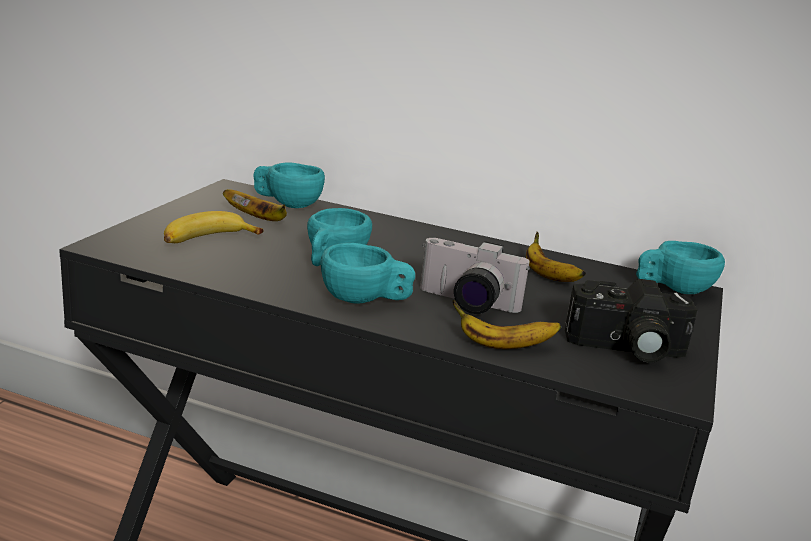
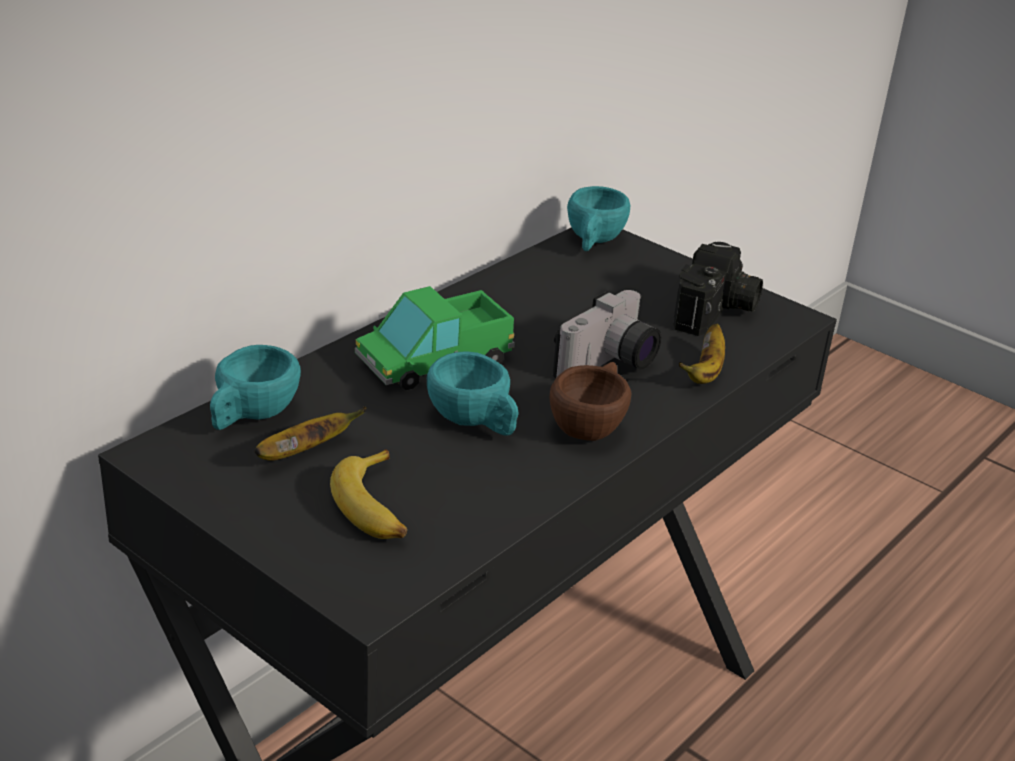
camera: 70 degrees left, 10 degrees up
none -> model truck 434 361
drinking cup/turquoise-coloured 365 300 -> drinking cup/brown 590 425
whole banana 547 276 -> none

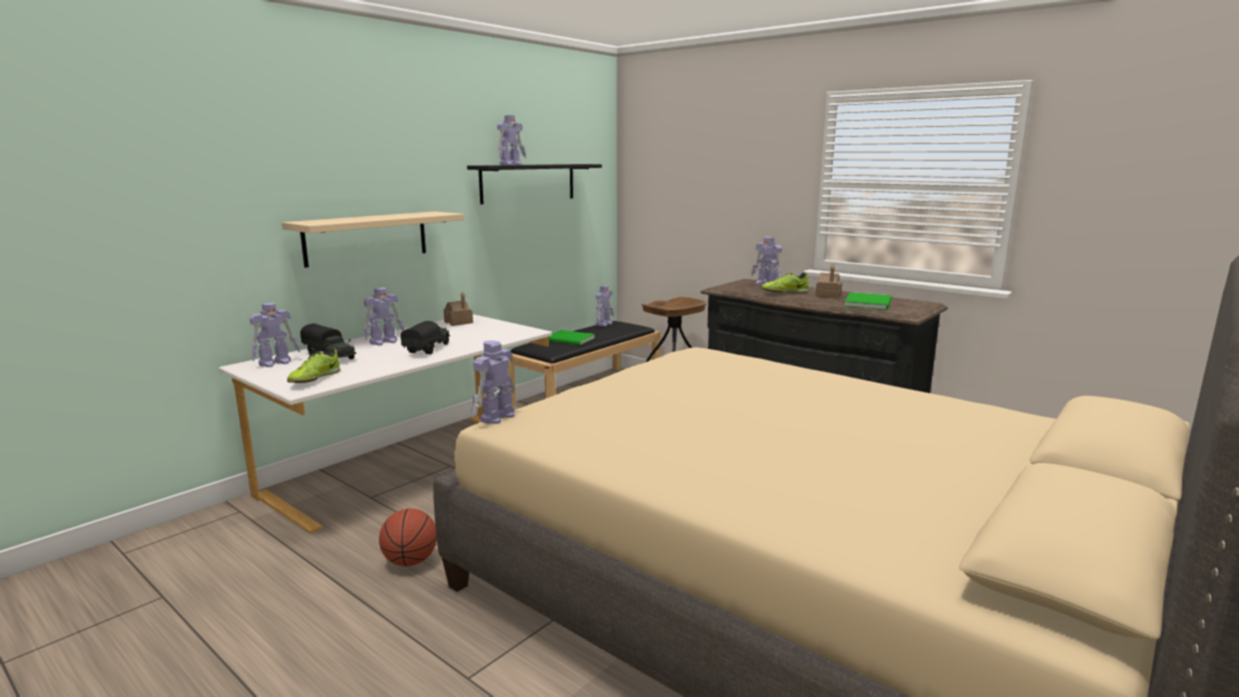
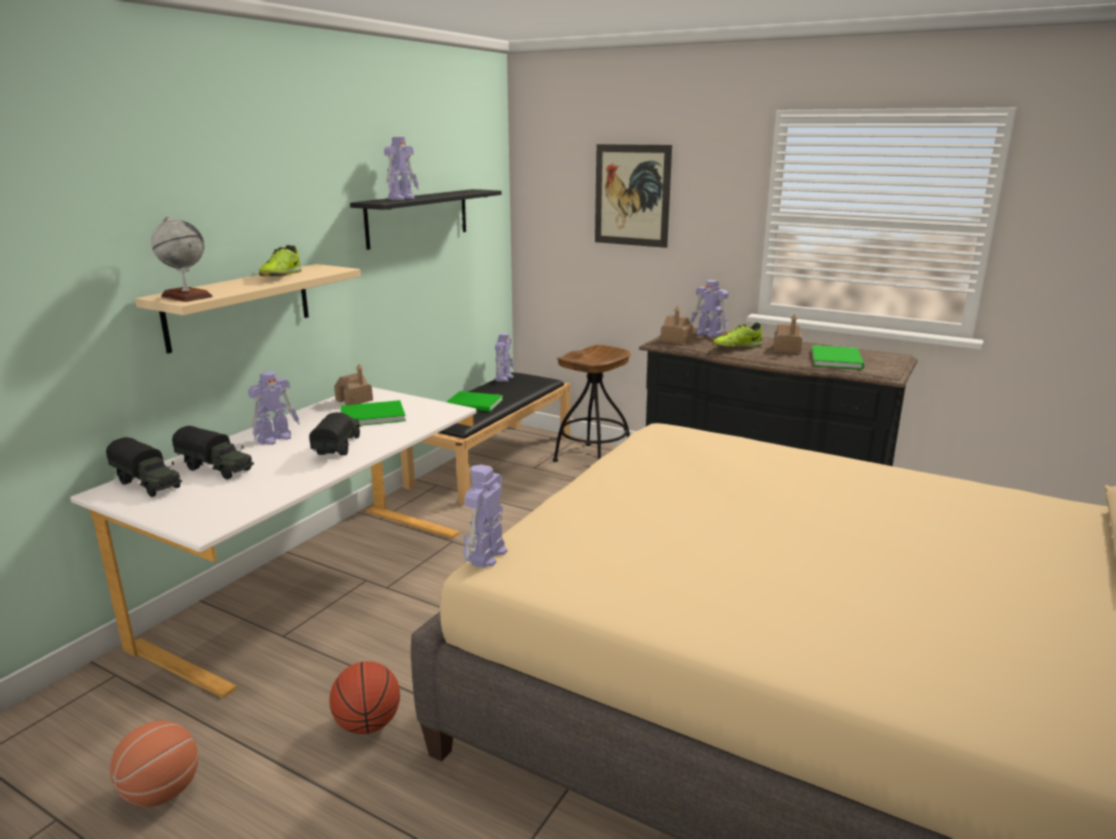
camera: 10 degrees left, 5 degrees up
model robot 276 363 -> model truck 148 484
none -> basketball ball 161 792
none -> globe 186 296
item of footwear 314 379 -> item of footwear 280 276, shifted
none -> volume/green 370 415
none -> wall art 632 195
none -> toy house 676 340

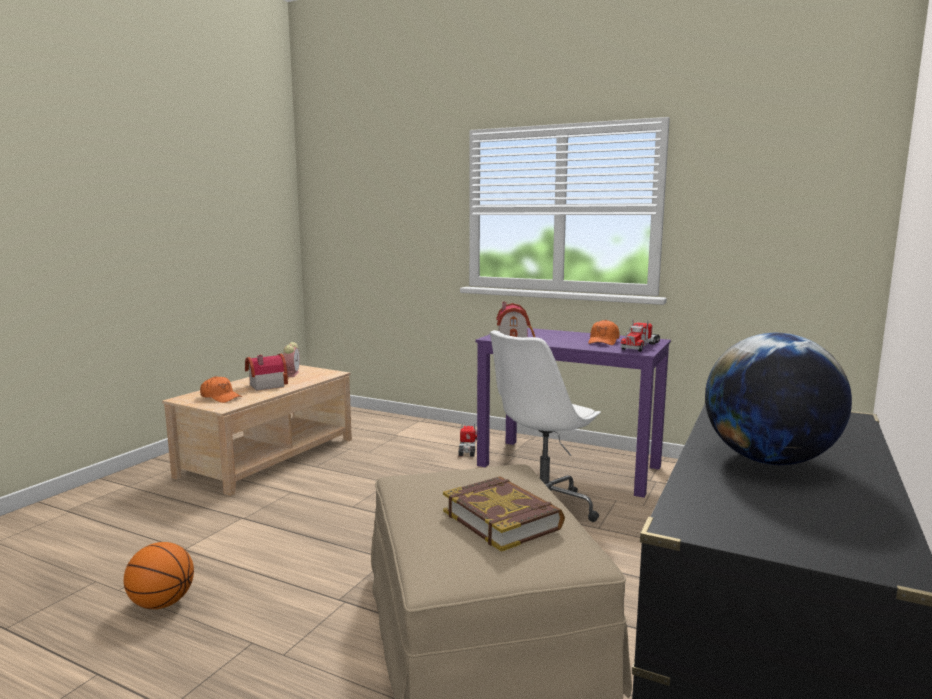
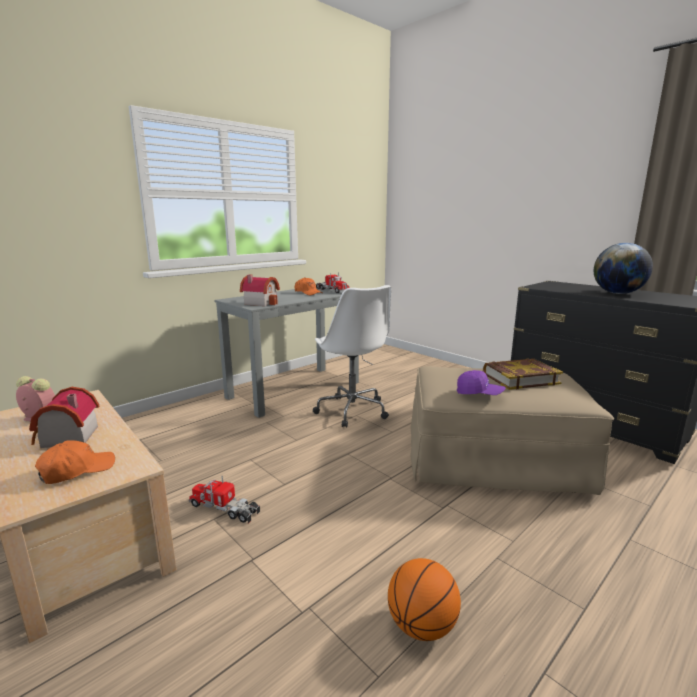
camera: 70 degrees left, 5 degrees up
model truck 468 447 -> model truck 225 508, shifted
desk table/purple-coloured 569 466 -> desk table/grey 294 389
none -> peaked cap/purple-coloured 479 393

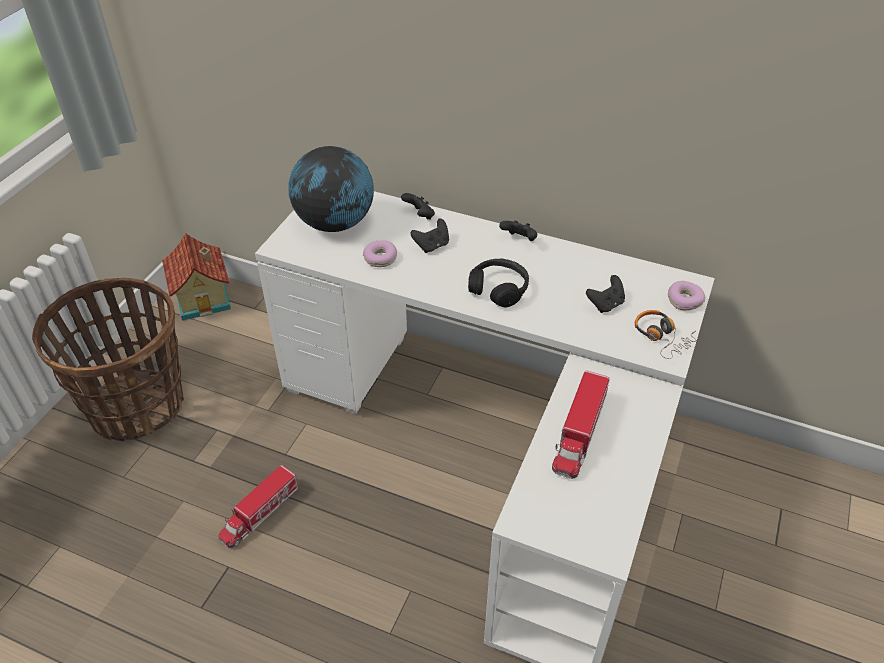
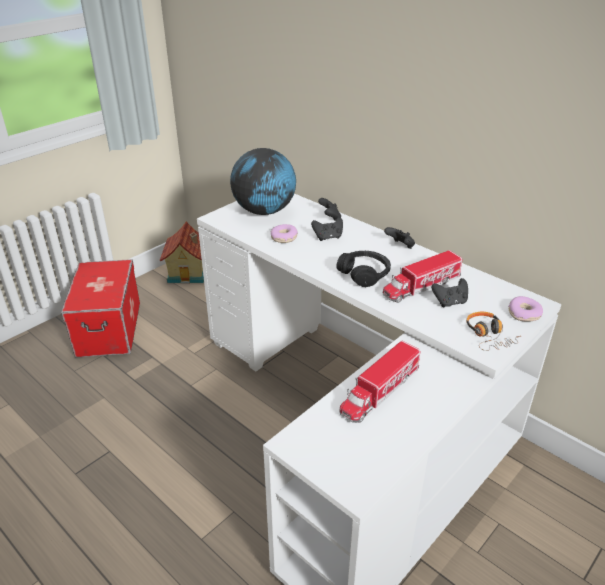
camera: 20 degrees right, 10 degrees down
storage basket 137 406 -> storage bin 108 328
model truck 260 513 -> model truck 421 286, shifted

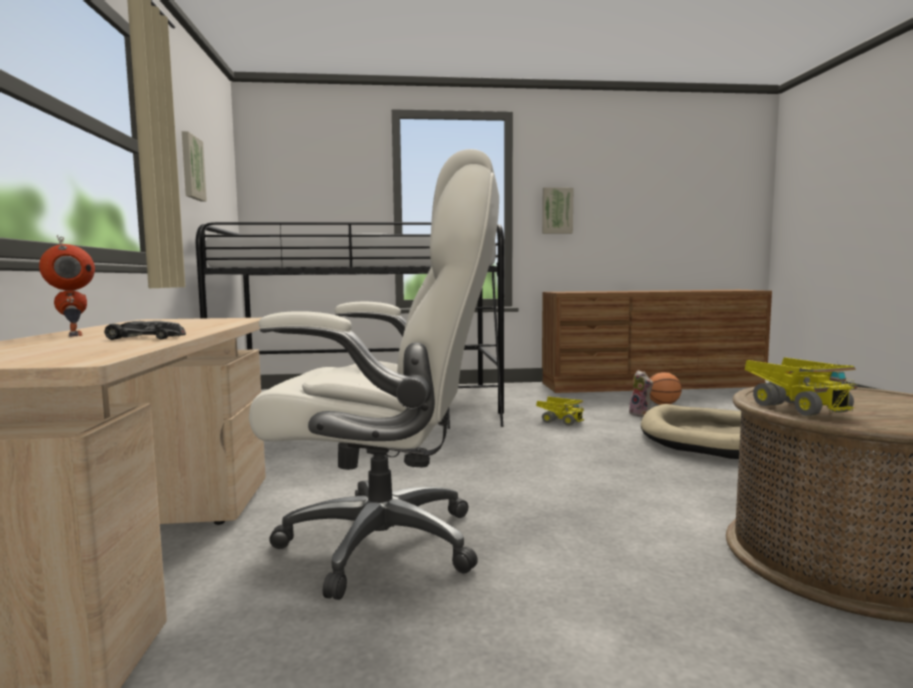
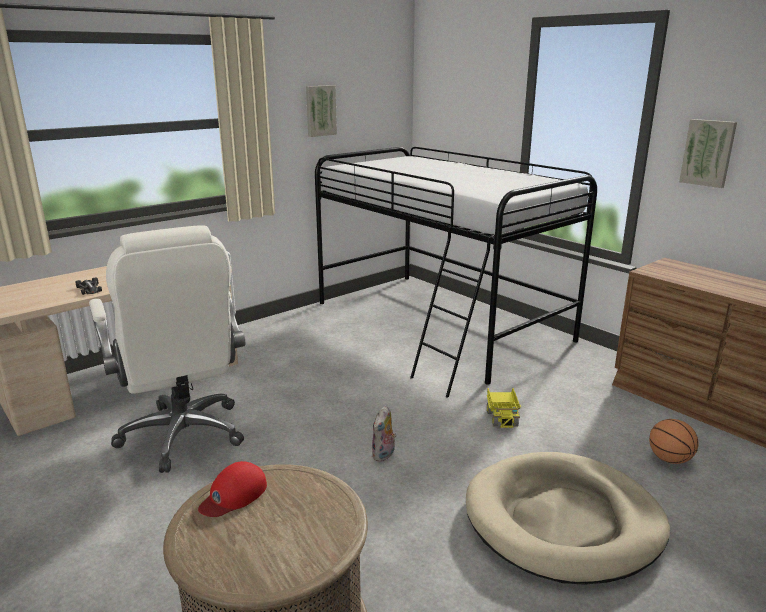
camera: 55 degrees right, 15 degrees up
model truck 797 407 -> peaked cap/red-coloured 233 495
soft toy 641 414 -> soft toy 384 455, shifted
model robot 73 335 -> none

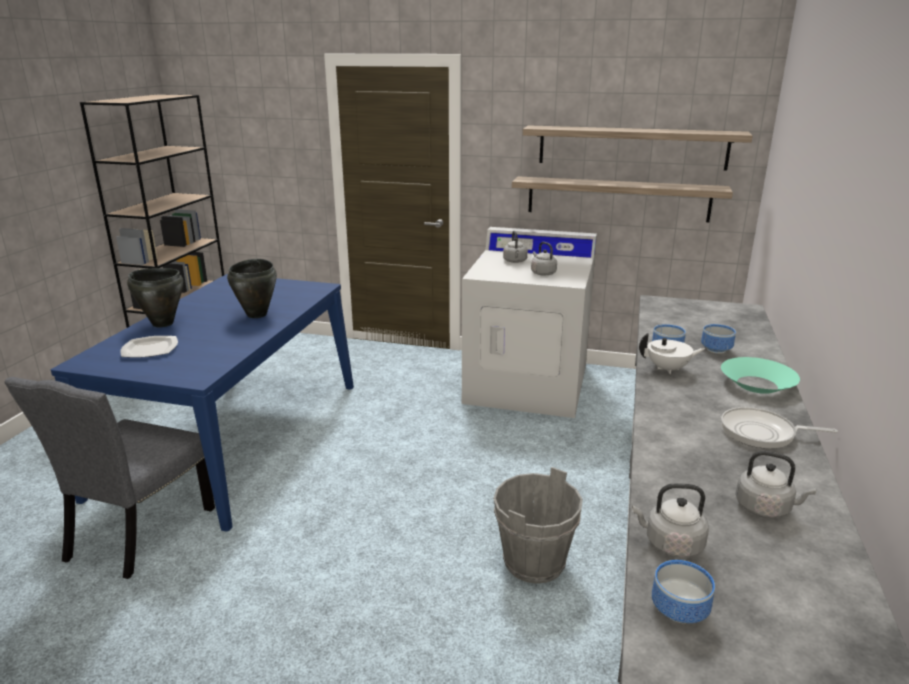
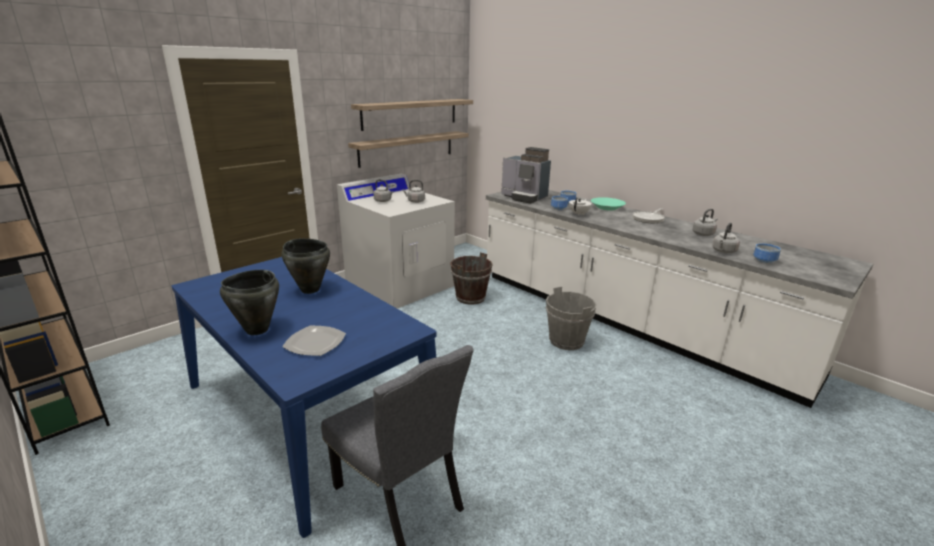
camera: 60 degrees left, 0 degrees up
none -> water bucket/brown 470 298
none -> coffee machine 524 197

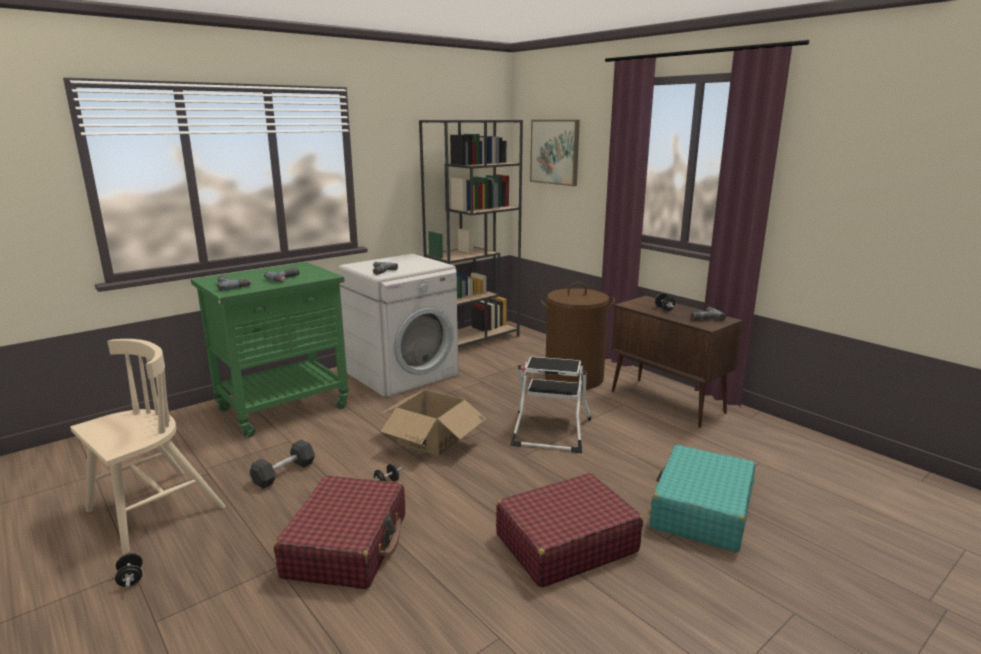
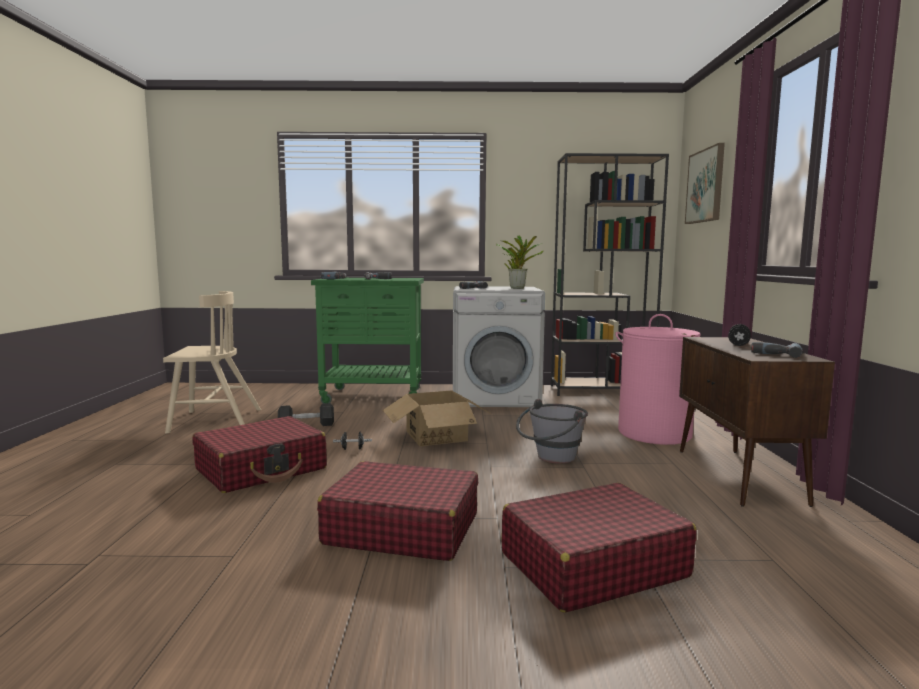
camera: 40 degrees right, 10 degrees down
none -> potted plant 517 288
suitcase/turquoise-coloured 701 511 -> suitcase/red-coloured 592 565
step ladder 550 430 -> water bucket/grey 551 458
washing basket/brown 574 378 -> washing basket/pink-coloured 655 433
hand weight/black 131 579 -> none

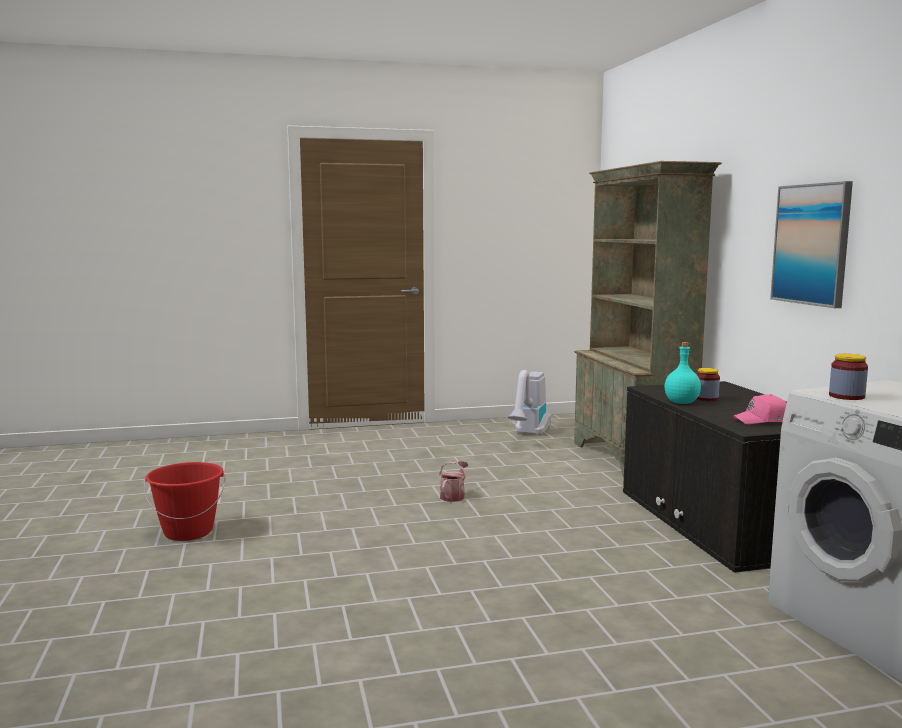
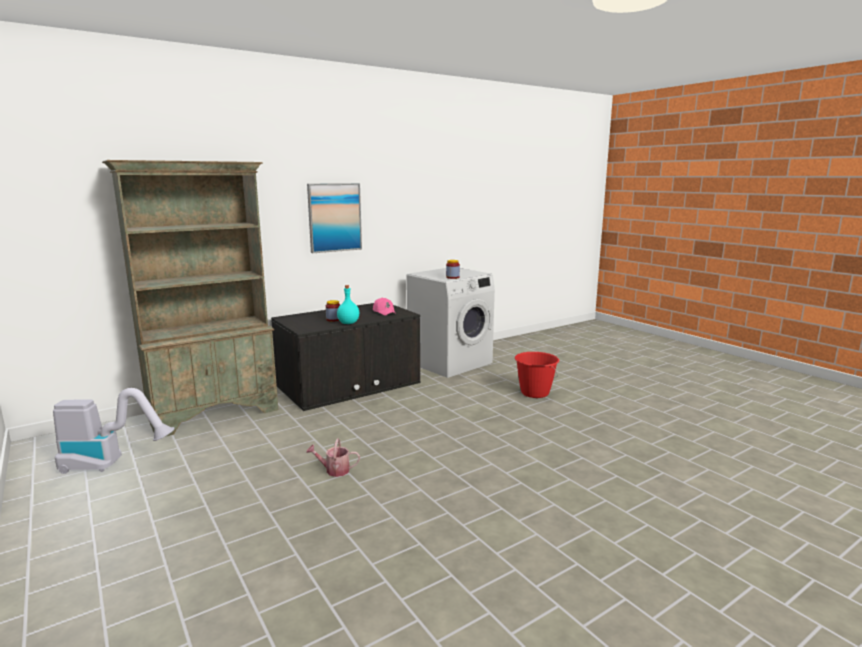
camera: 110 degrees left, 5 degrees up
water bucket/red-coloured 188 532 -> water bucket/red-coloured 534 393, shifted

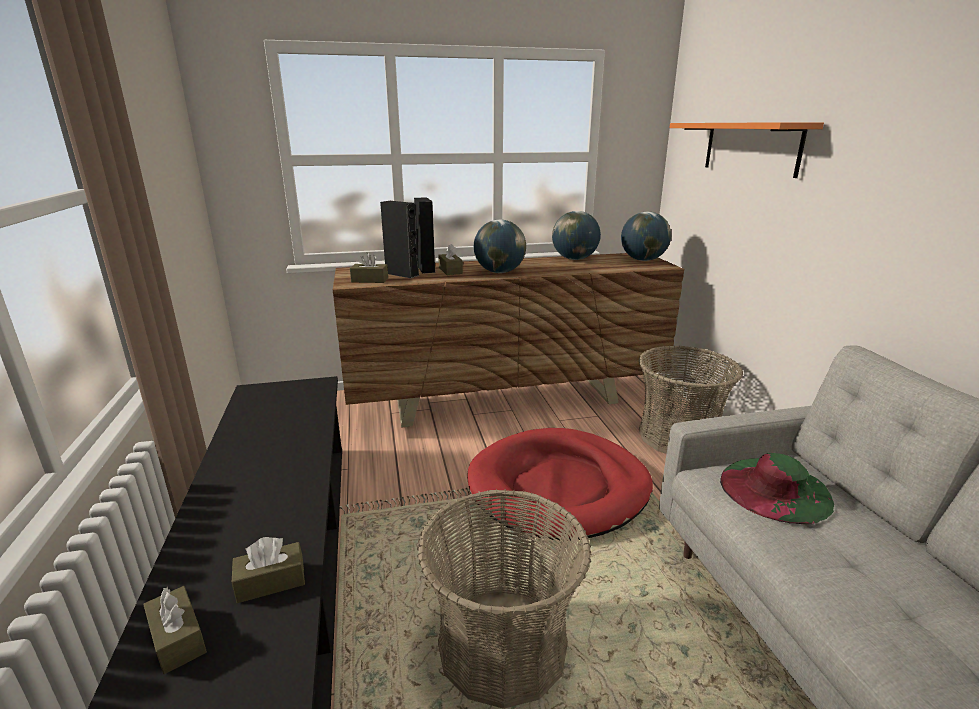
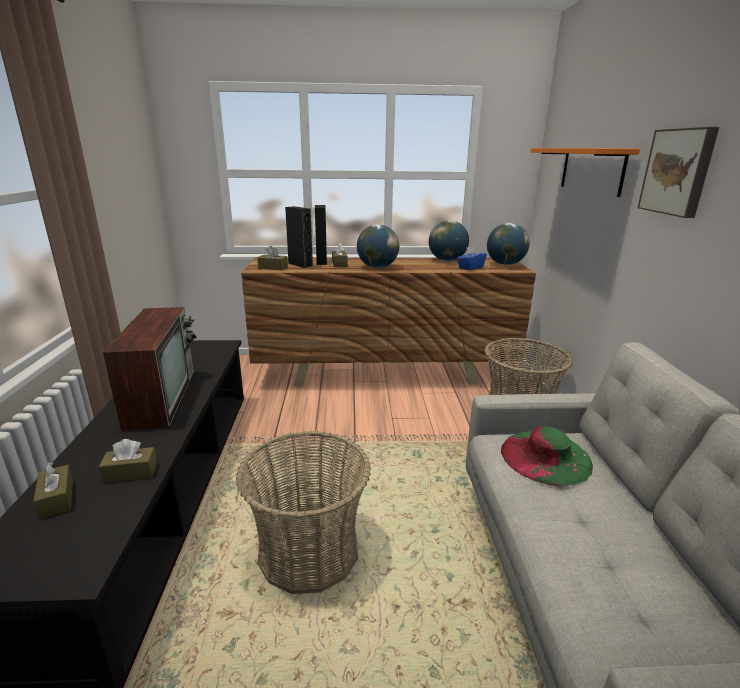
camera: 10 degrees right, 0 degrees up
none -> TV 161 396
none -> tissue holder/blue 470 268
none -> wall art 678 172
dog cushion/red-coloured 559 487 -> none

